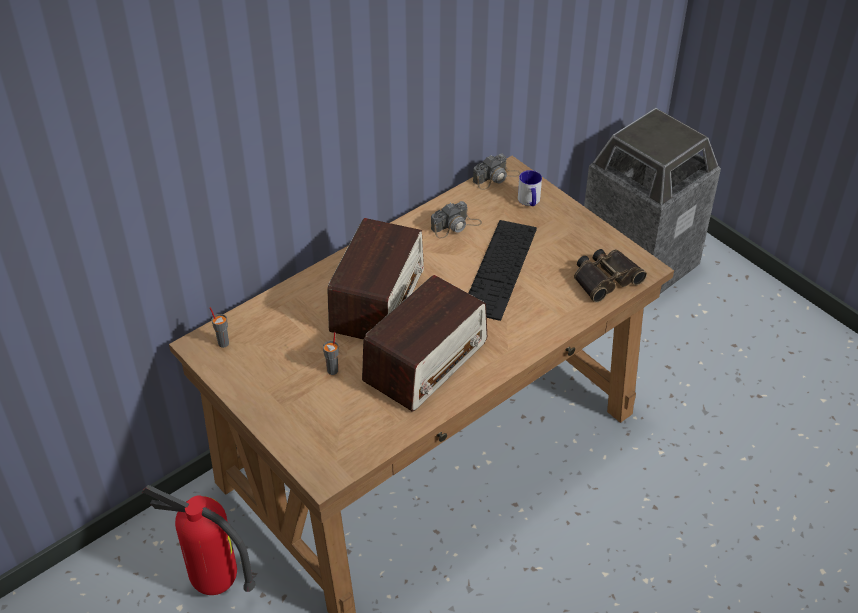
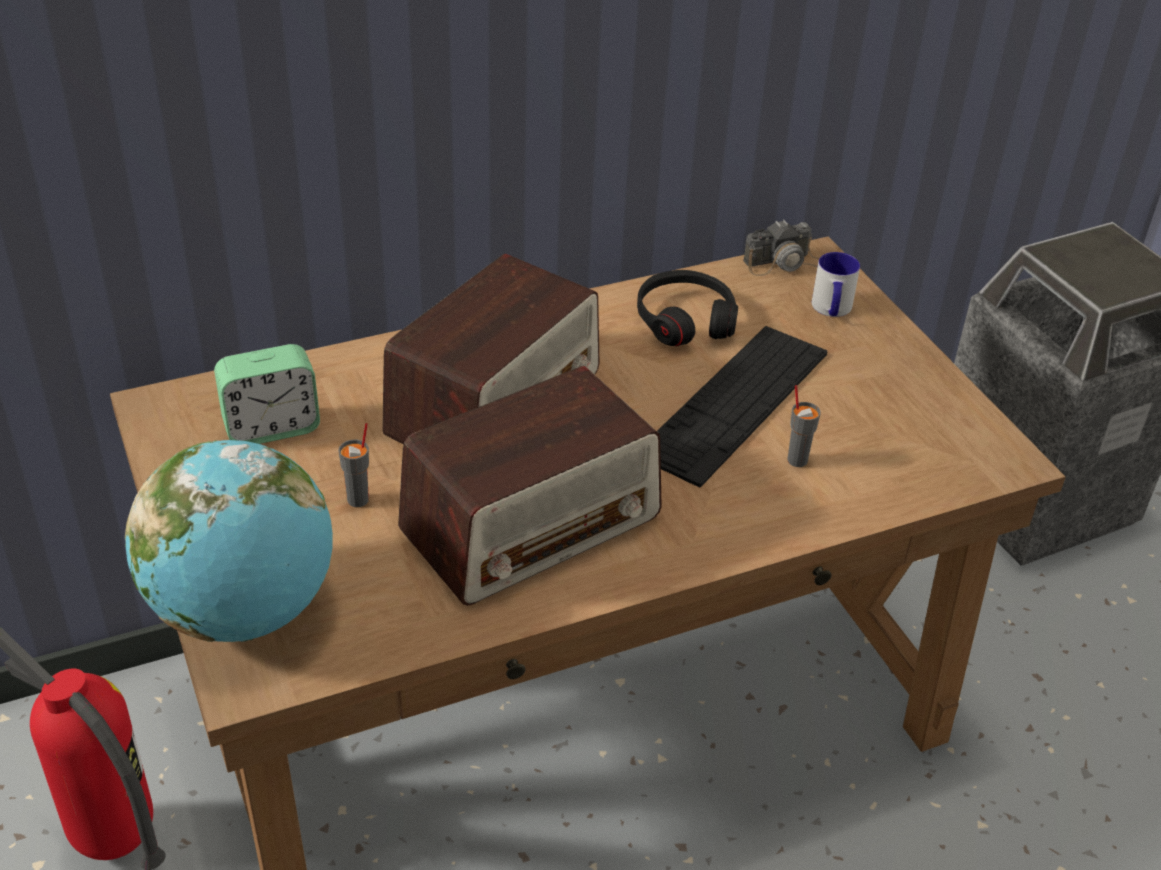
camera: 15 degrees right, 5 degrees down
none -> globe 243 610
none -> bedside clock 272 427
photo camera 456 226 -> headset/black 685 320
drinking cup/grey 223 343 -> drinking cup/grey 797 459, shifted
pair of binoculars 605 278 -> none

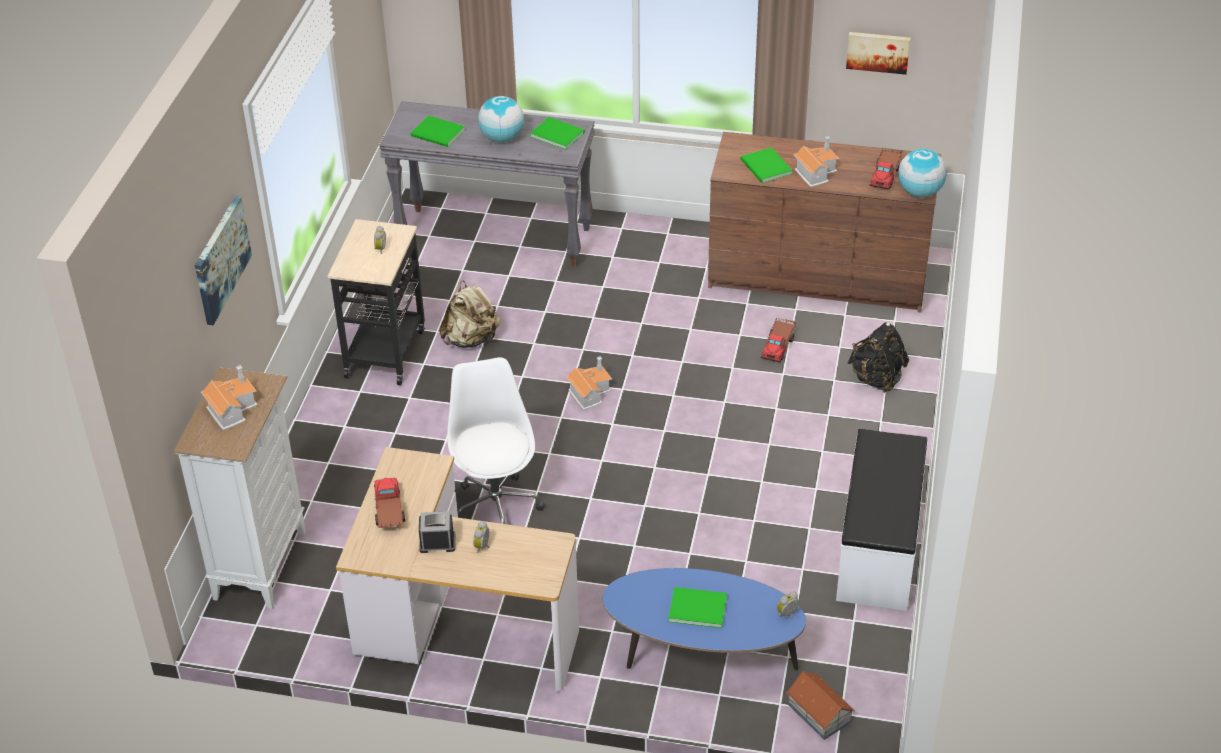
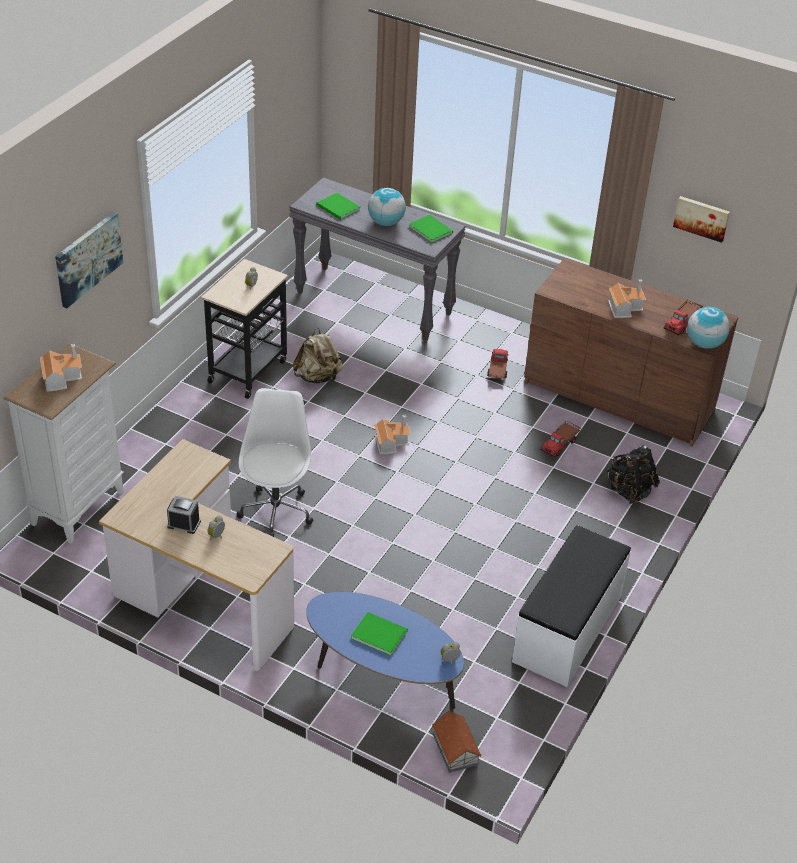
camera: 15 degrees right, 0 degrees up
model truck 389 512 -> model truck 497 370, shifted
volume/green 765 168 -> none

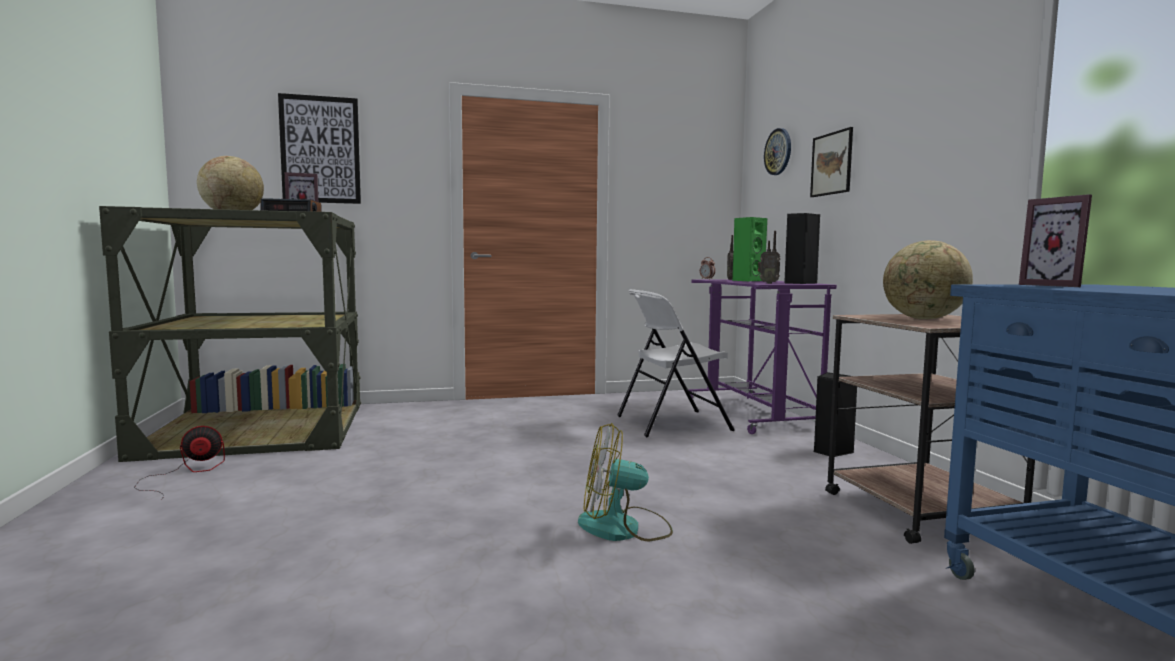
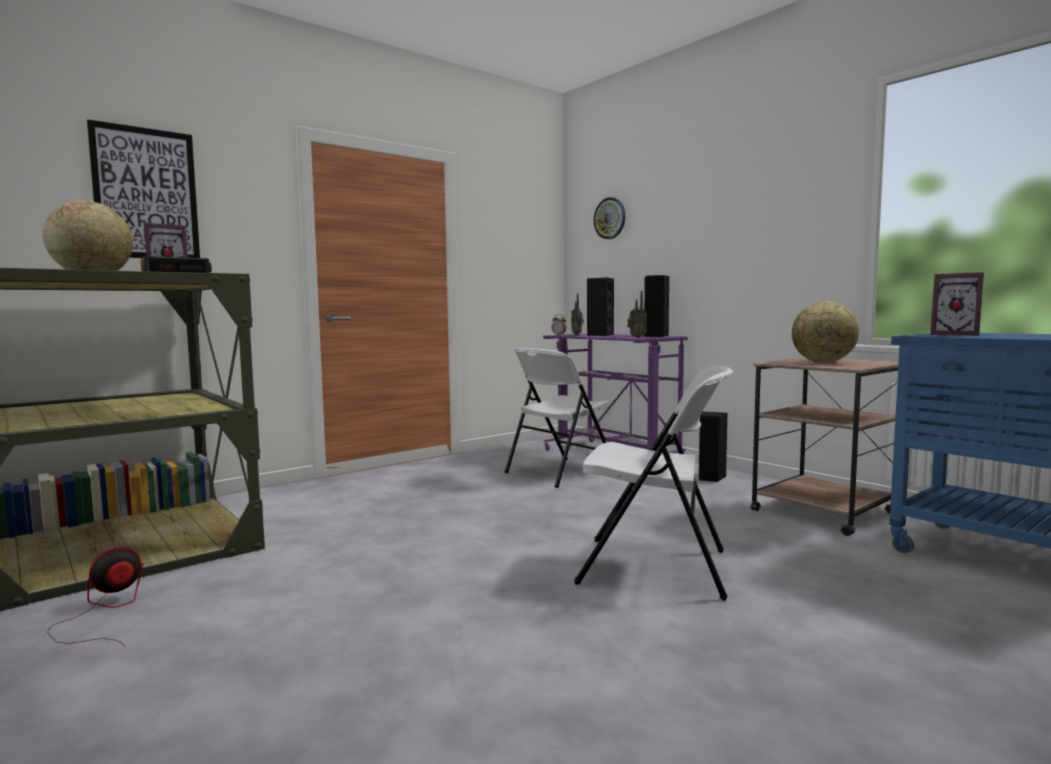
camera: 25 degrees left, 0 degrees up
cooling fan 623 528 -> upright chair/white-coloured 653 567
speaker/green 747 280 -> speaker/black 600 335
wall art 831 164 -> none

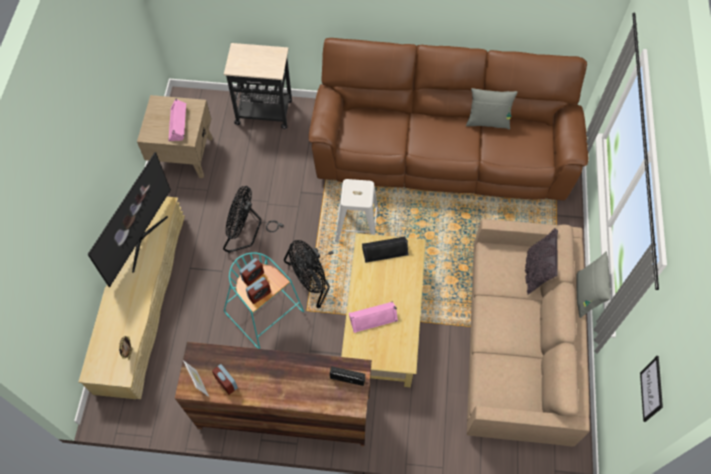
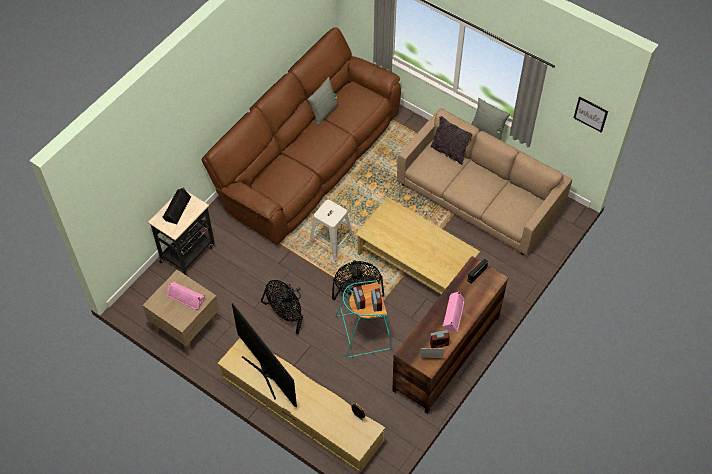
camera: 60 degrees left, 5 degrees down
speaker/black 384 250 -> speaker/black 176 208, shifted
speaker/pink-coloured 373 317 -> speaker/pink-coloured 453 314, shifted

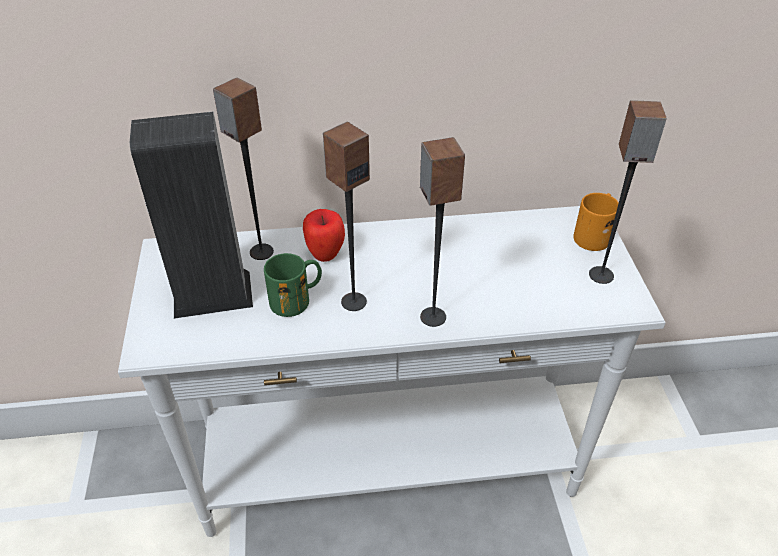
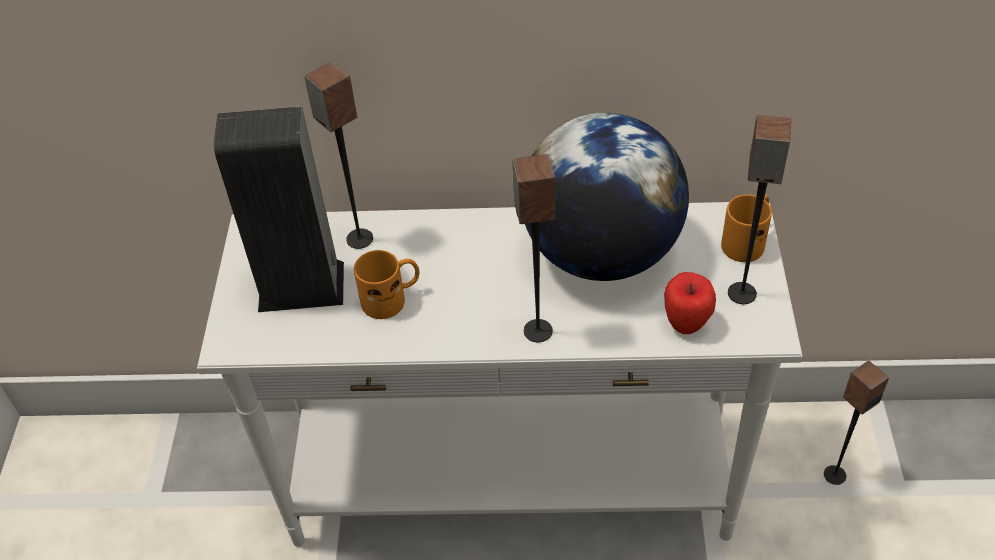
camera: 10 degrees right, 5 degrees up
tea mug/green 297 298 -> tea mug/orangey 392 298
none -> globe 602 254
apple 325 255 -> apple 686 324, shifted
speaker 353 301 -> speaker 834 474, shifted

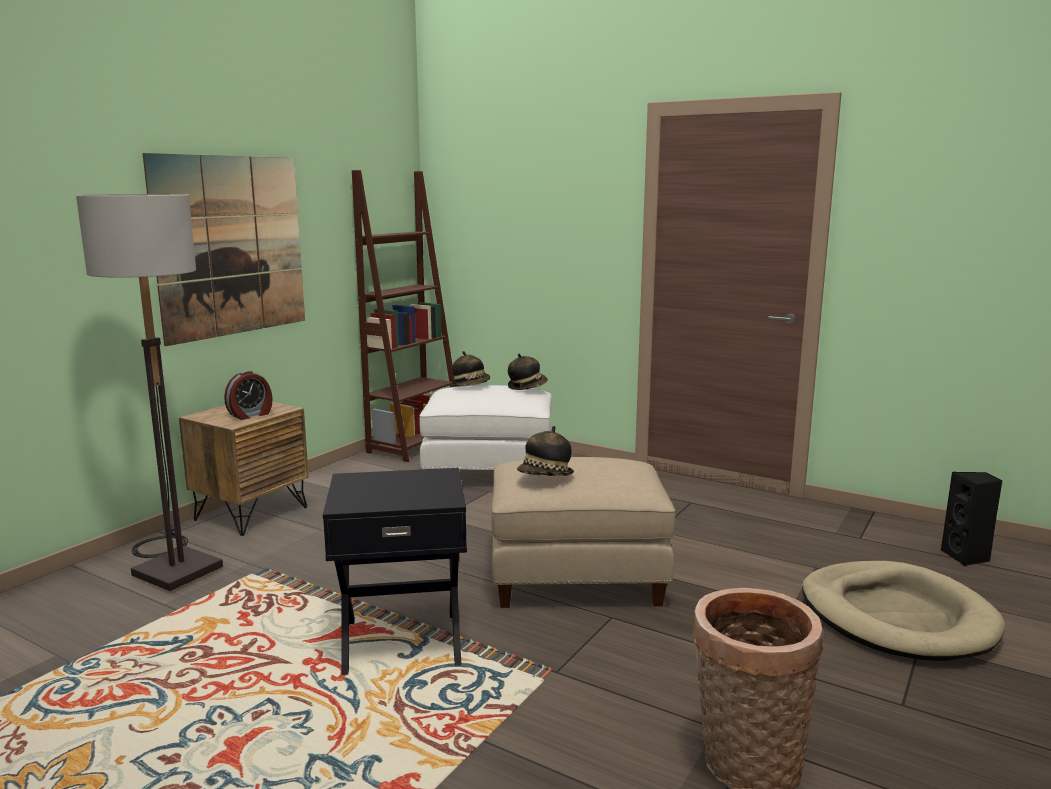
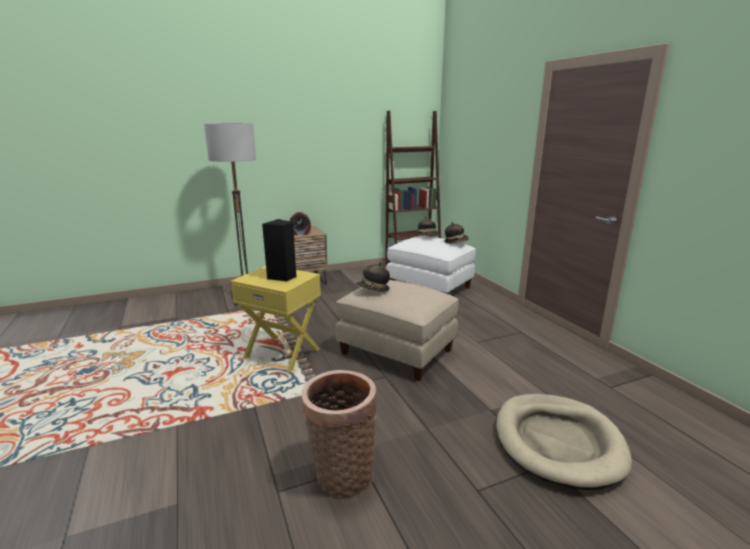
camera: 35 degrees right, 5 degrees up
accent table/black 402 641 -> accent table/yellow 283 353
speaker/black 966 557 -> speaker/black 282 277, shifted
wall art 231 246 -> none

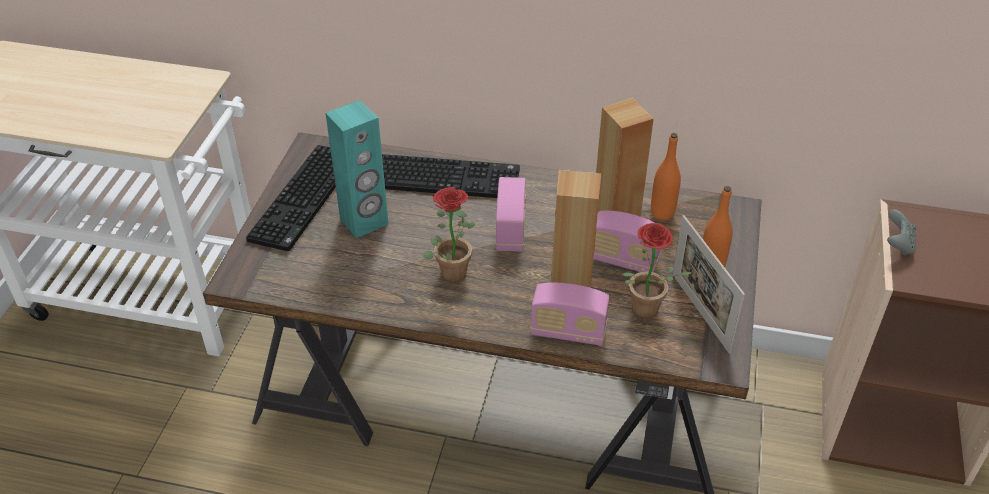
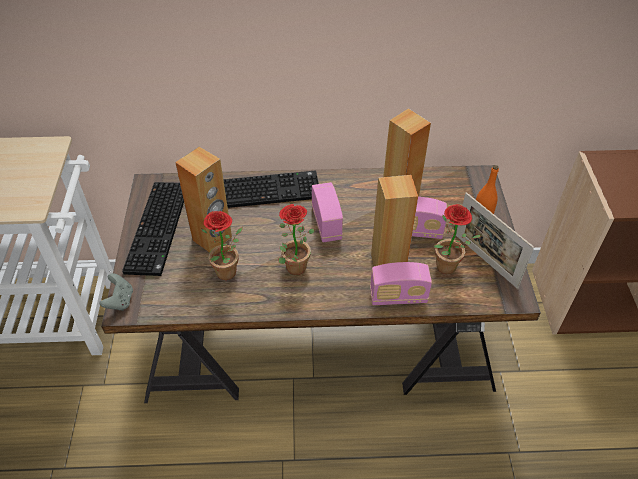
camera: 15 degrees left, 5 degrees up
game controller/grey 897 245 -> game controller/grey 120 300, shifted
speaker/turquoise-coloured 364 222 -> speaker/brown 212 239
none -> potted plant 228 275
bottle/orangey 662 212 -> none

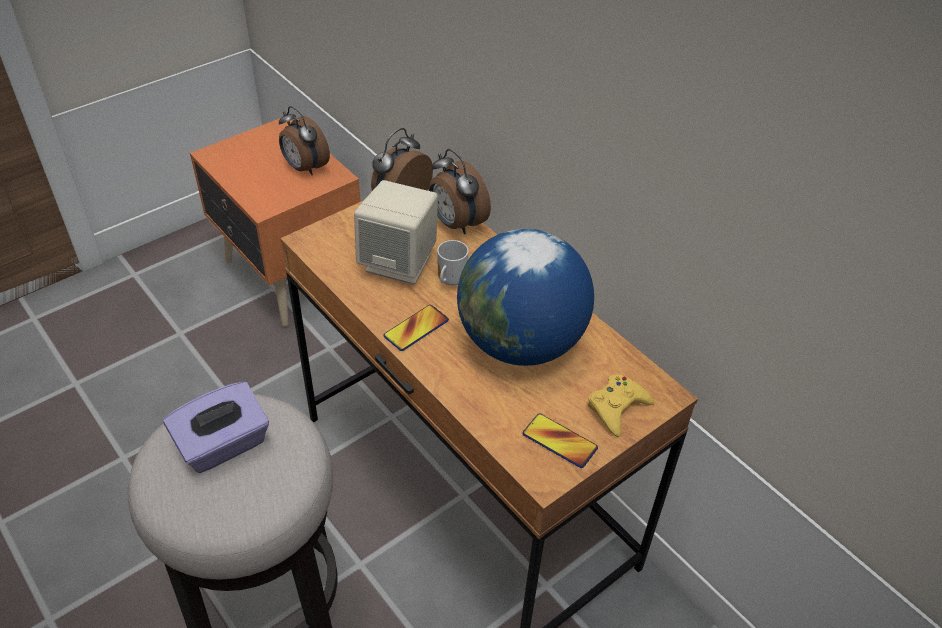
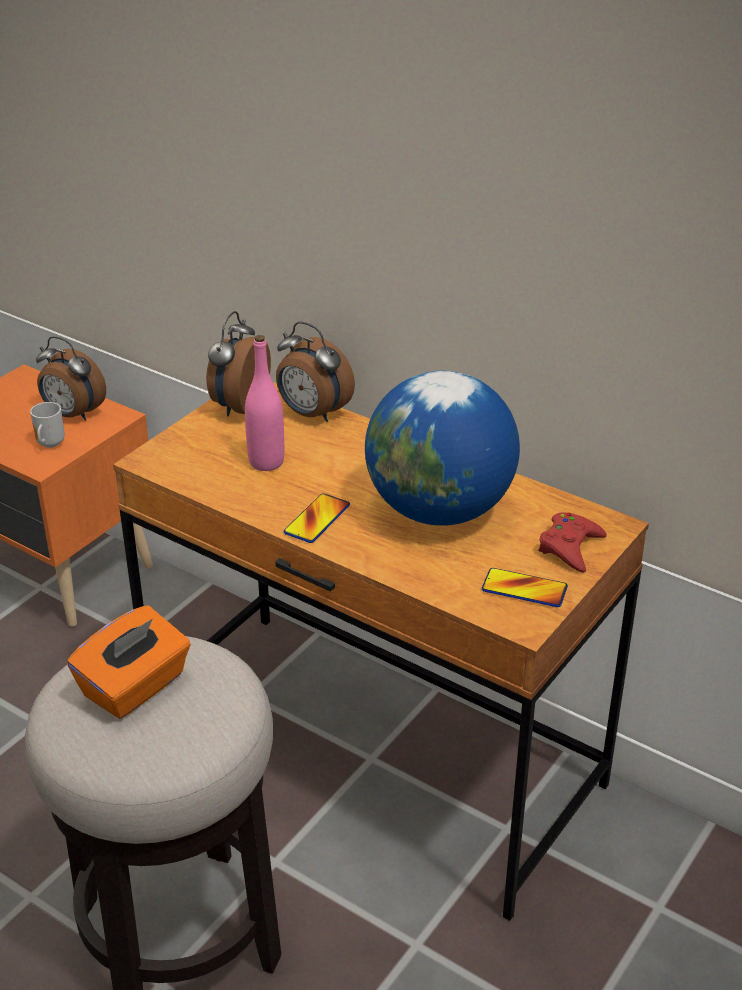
camera: 15 degrees left, 10 degrees down
tea mug 450 281 -> tea mug 48 444, shifted
tissue holder/purple-coloured 223 445 -> tissue holder/orangey 135 687
speaker/sand-coloured 399 263 -> bottle/pink-coloured 266 462
game controller/yellow 617 408 -> game controller/red-coloured 570 547

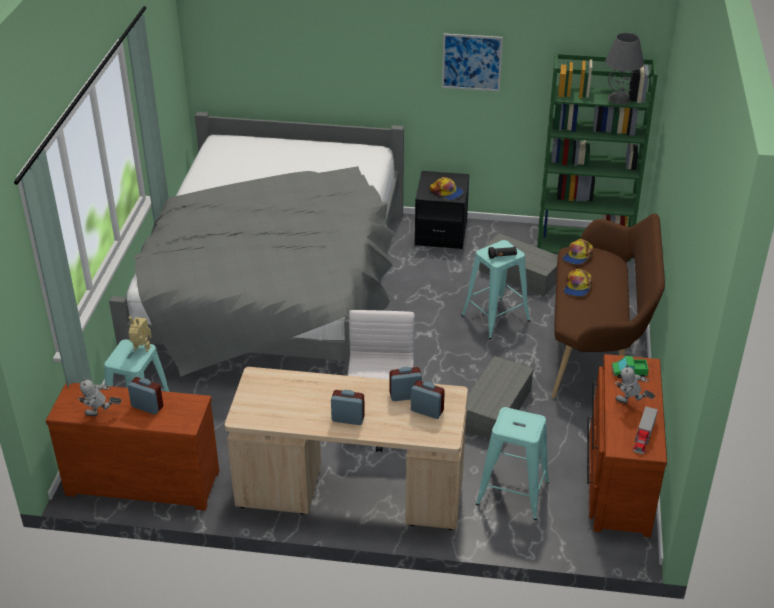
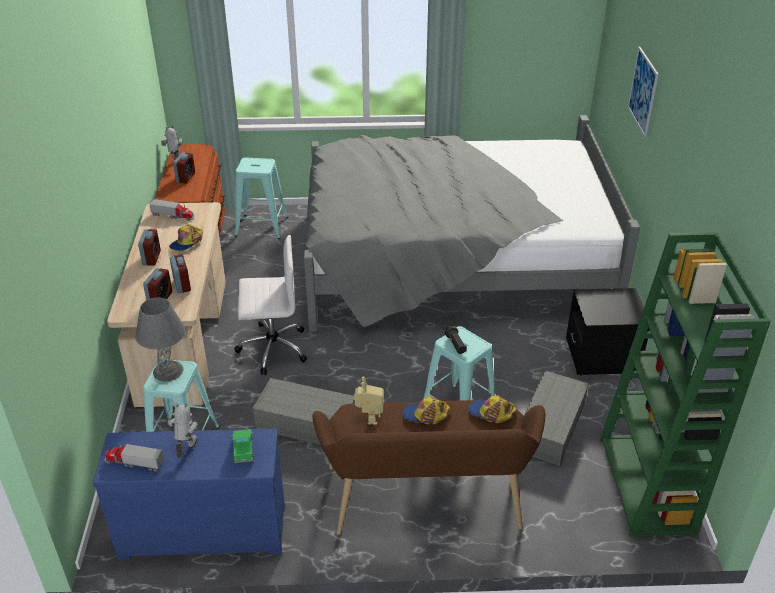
camera: 80 degrees right, 0 degrees up
dresser/brown 616 480 -> dresser/blue 203 528
lamp for a table/grey 619 98 -> lamp for a table/grey 168 371, shifted
none -> model truck 173 215
peaked cap 447 192 -> peaked cap 187 242, shifted
model robot 141 350 -> model robot 369 418, shifted
wall art 471 62 -> wall art 643 91, shifted

